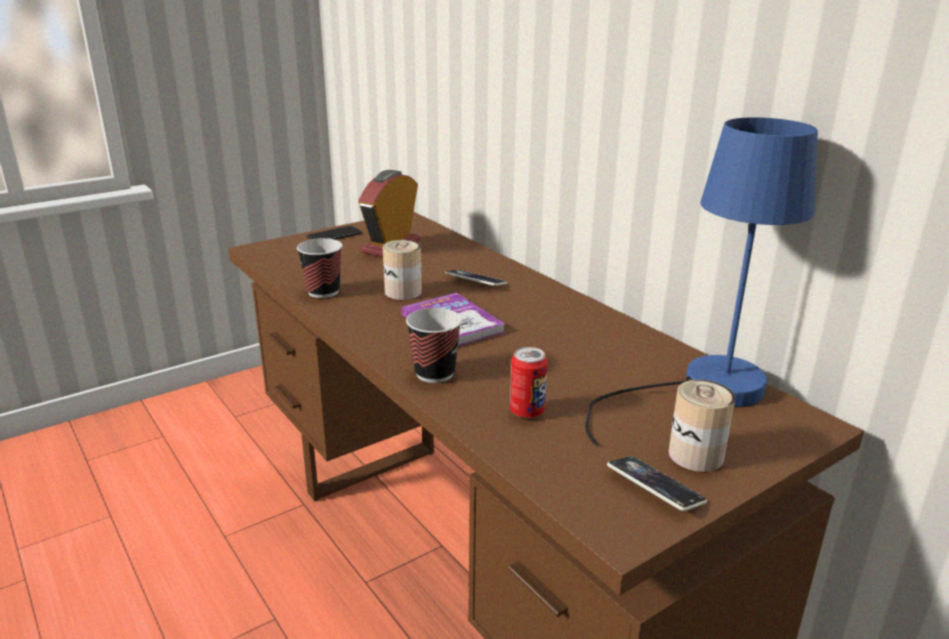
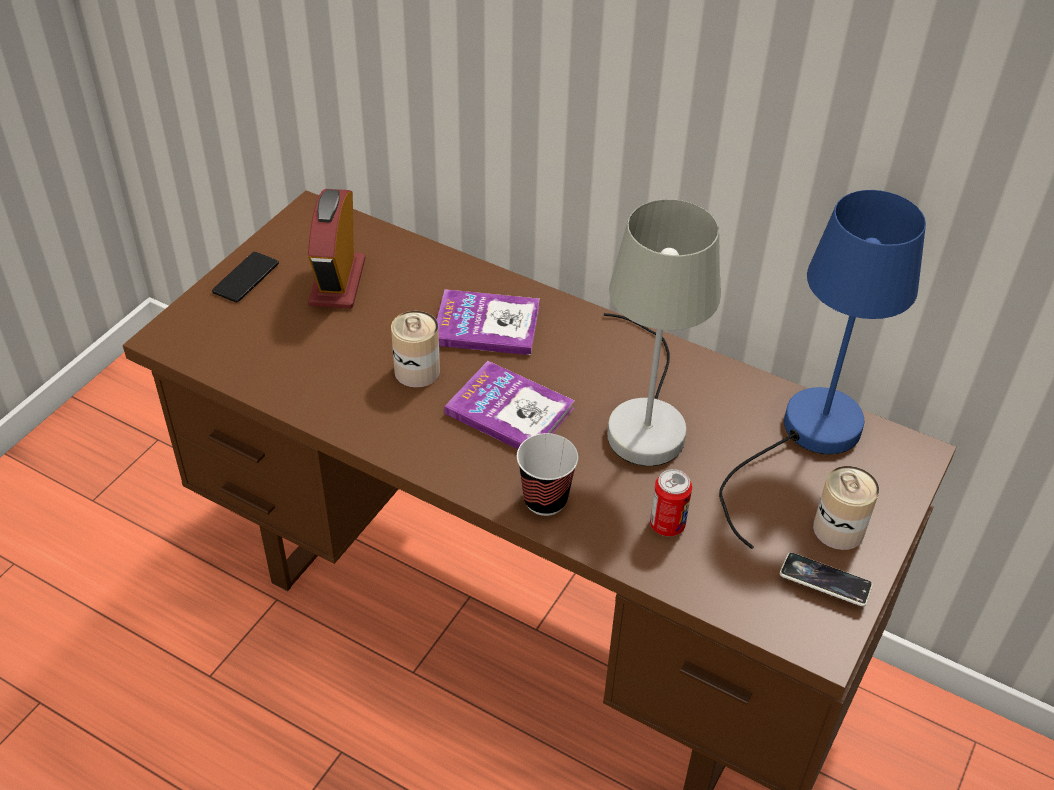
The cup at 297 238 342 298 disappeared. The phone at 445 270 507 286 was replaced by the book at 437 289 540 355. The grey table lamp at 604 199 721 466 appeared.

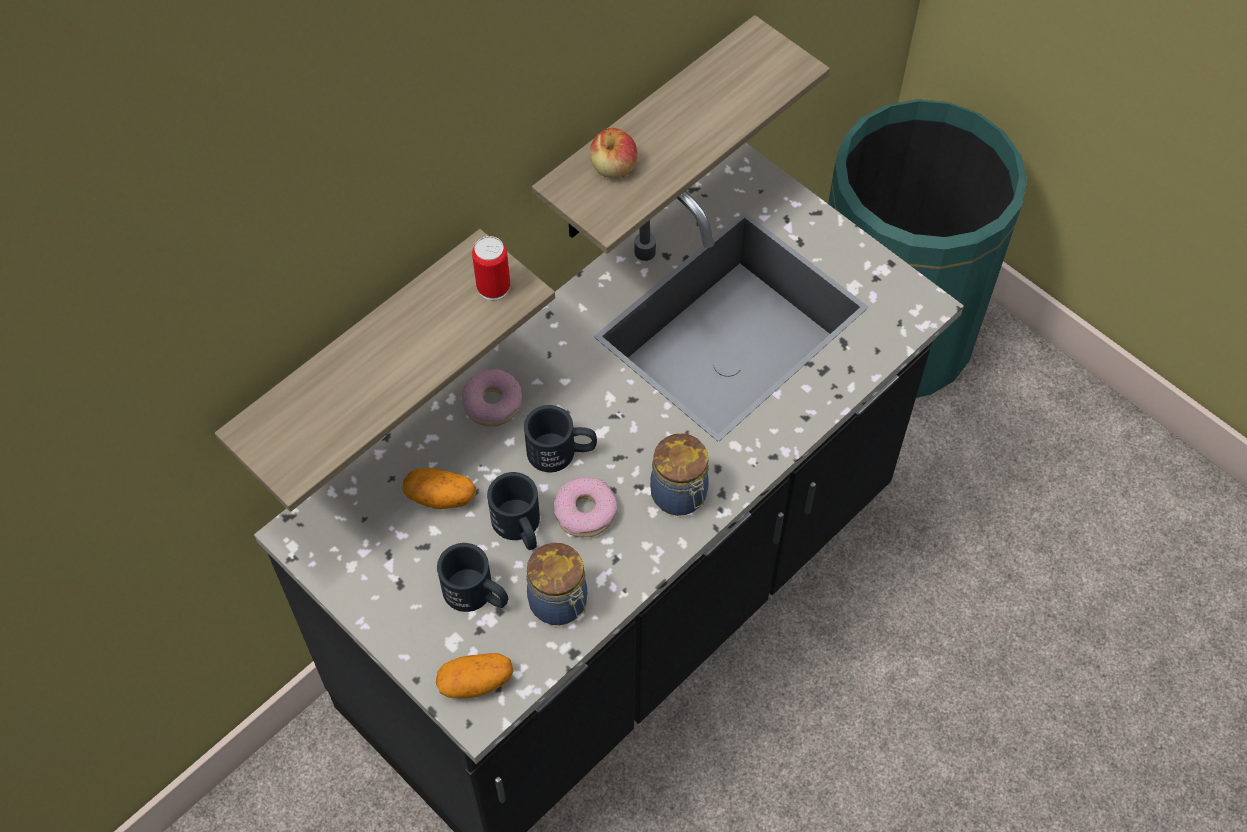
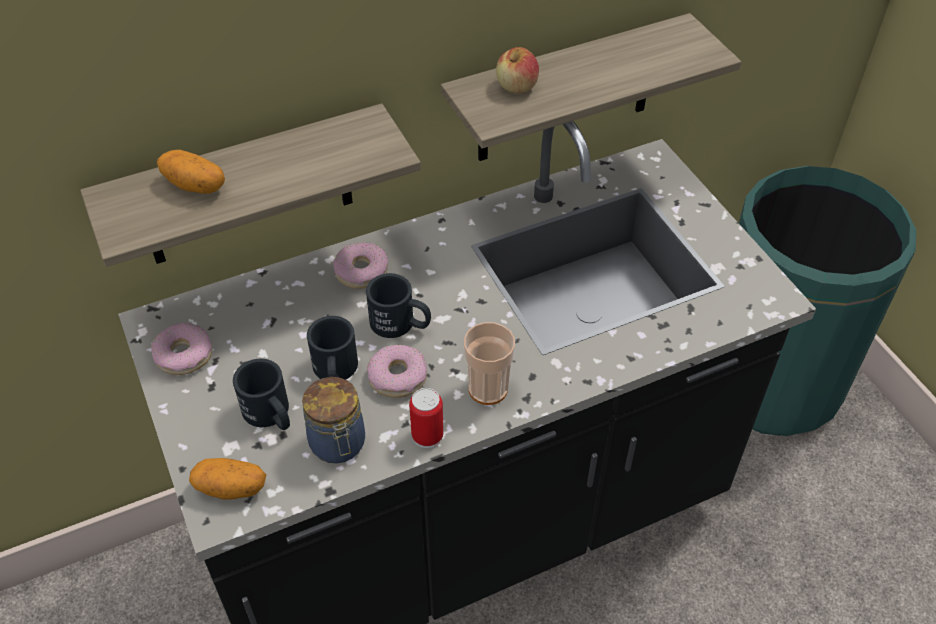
The potato moved from 402 468 476 509 to 157 150 225 194. The can moved from 472 236 510 301 to 409 388 444 448. The jar at 650 434 709 516 was replaced by the cup at 464 322 515 405. The donut at 151 323 212 375 appeared.

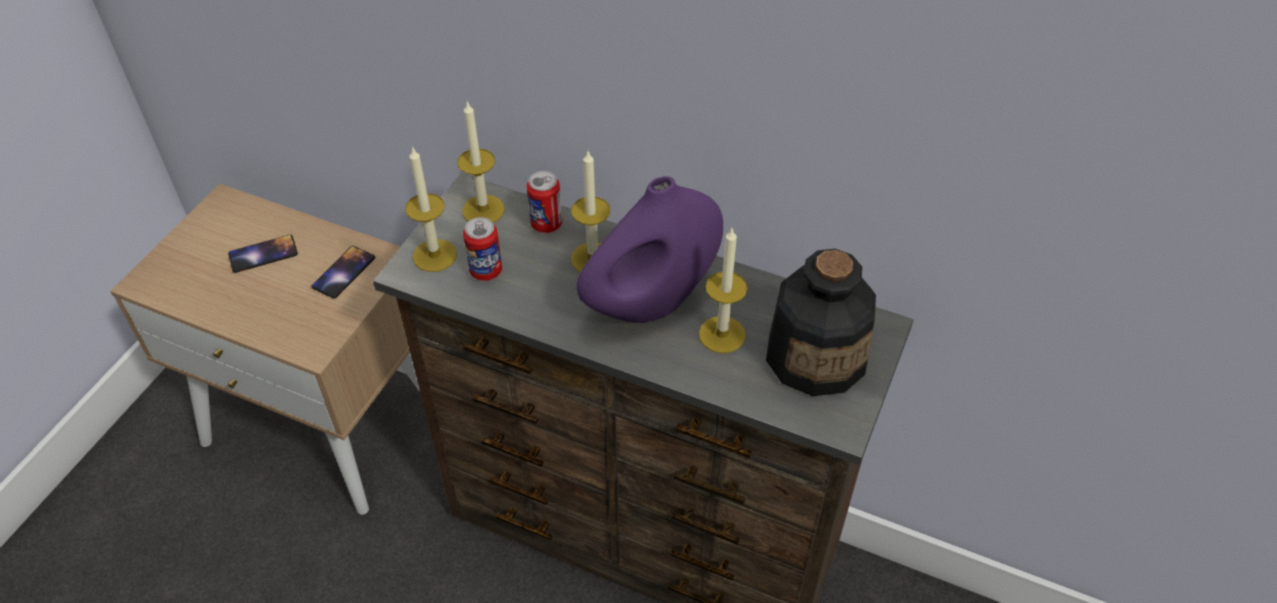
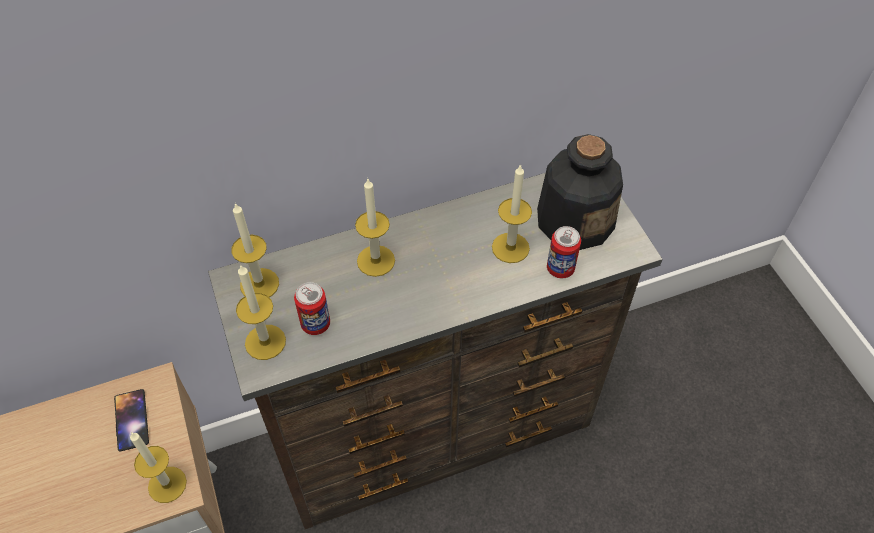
The phone at 228 235 298 273 disappeared. The can moved from 527 171 562 233 to 547 226 581 278. The purple vase at 576 176 723 323 disappeared. The candle at 130 432 187 503 appeared.

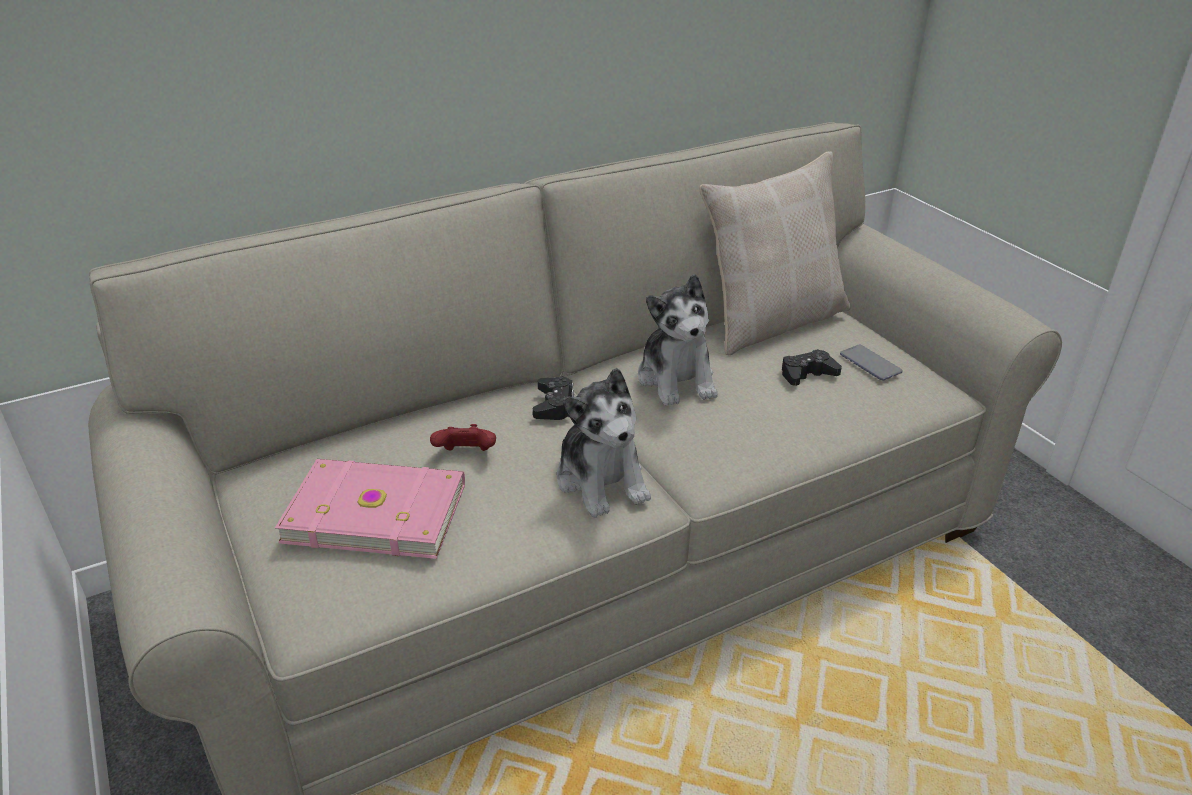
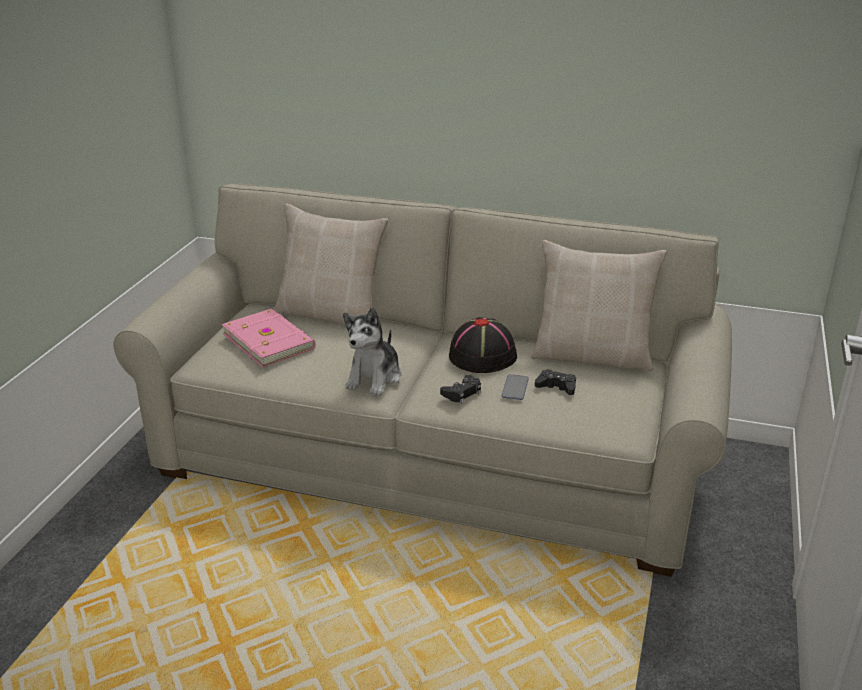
The red game controller at 430 424 496 451 disappeared. The black game controller moved from 533 376 574 420 to 440 375 481 404. The plush toy at 638 274 718 406 was replaced by the black hat at 449 317 517 373. The phone moved from 840 345 902 381 to 502 374 529 400. The beige pillow at 274 204 388 325 appeared.

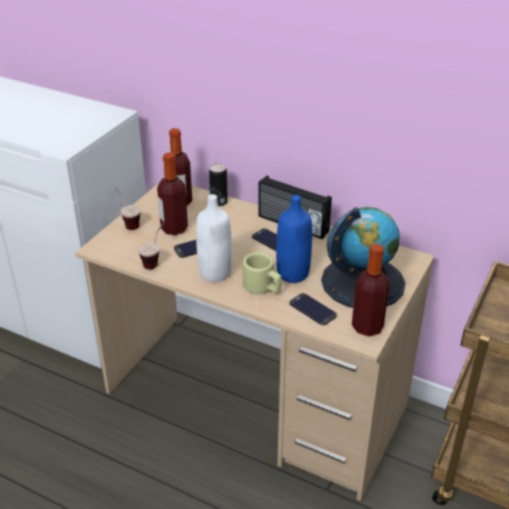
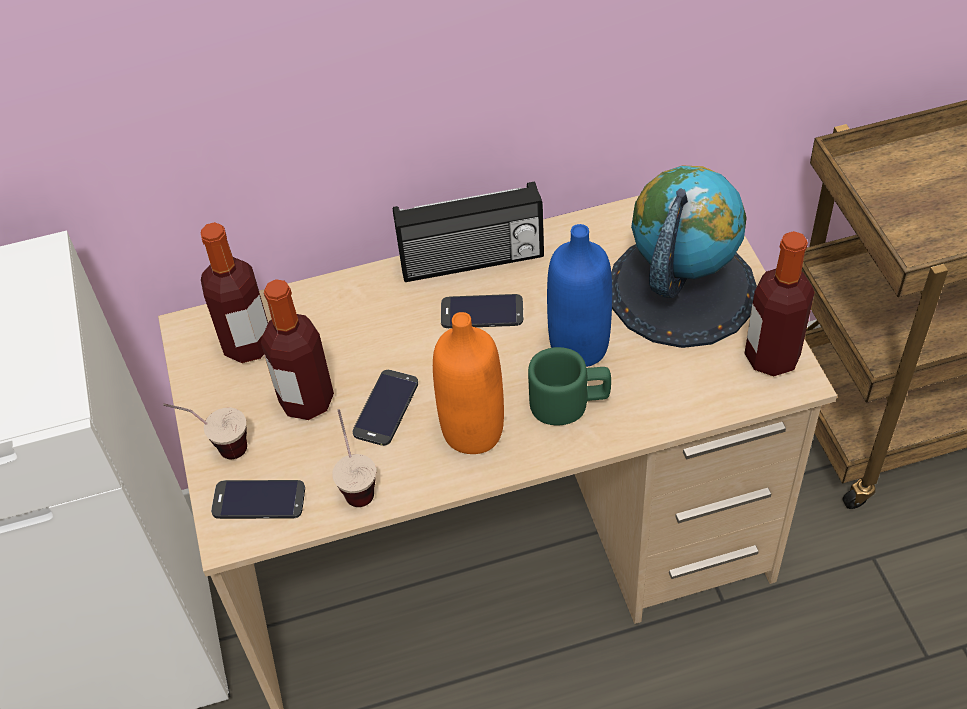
The white bottle at 196 194 232 282 became the orange bottle at 433 312 504 454. The can at 209 163 228 206 disappeared. The beige mug at 243 252 282 295 became the green mug at 528 347 611 425. The phone moved from 289 293 337 325 to 211 480 305 519.

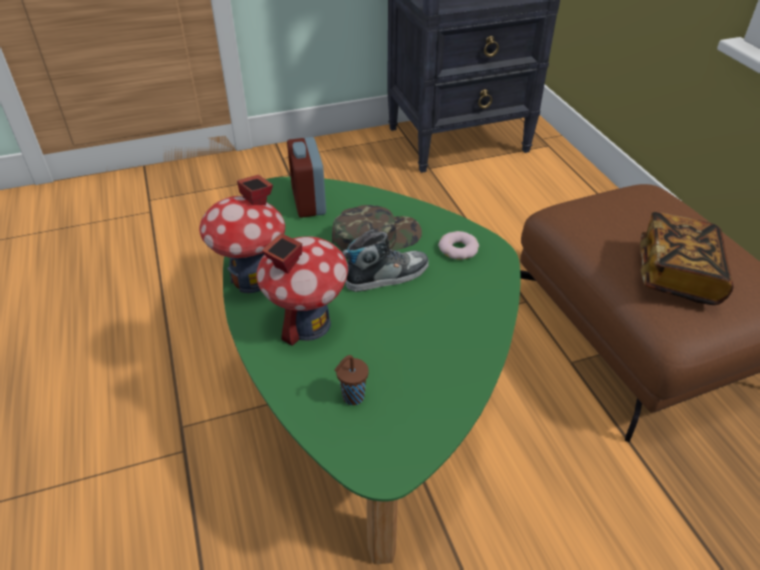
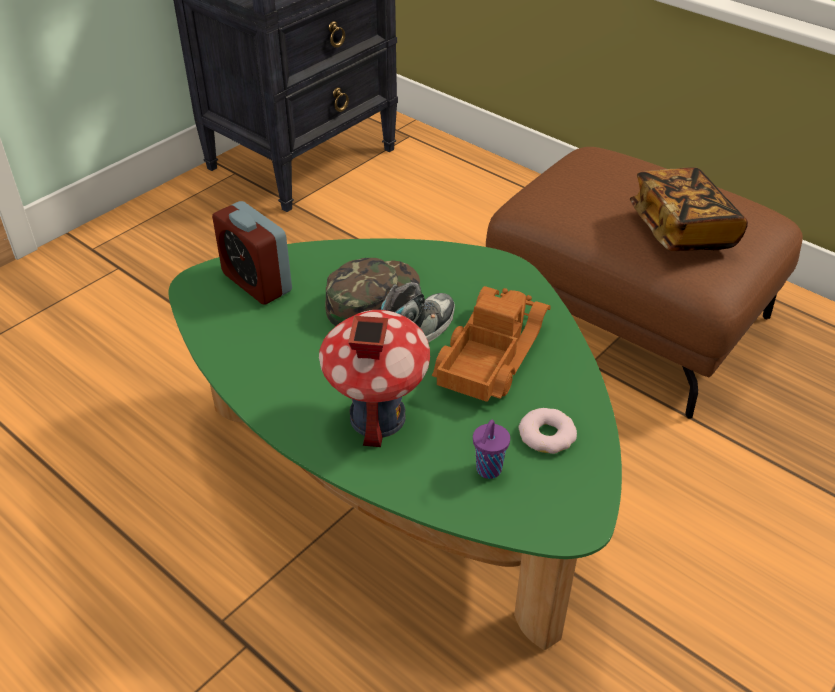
The toy house at 199 174 285 293 disappeared. The brown cup at 334 355 369 405 became the purple cup at 473 420 510 479. The donut moved from 438 231 479 260 to 519 408 577 454. The toy truck at 432 286 551 402 appeared.

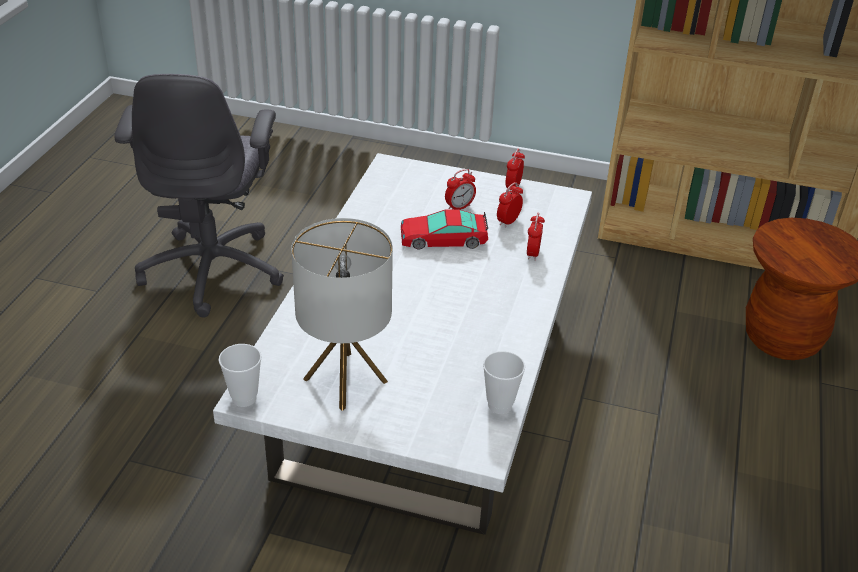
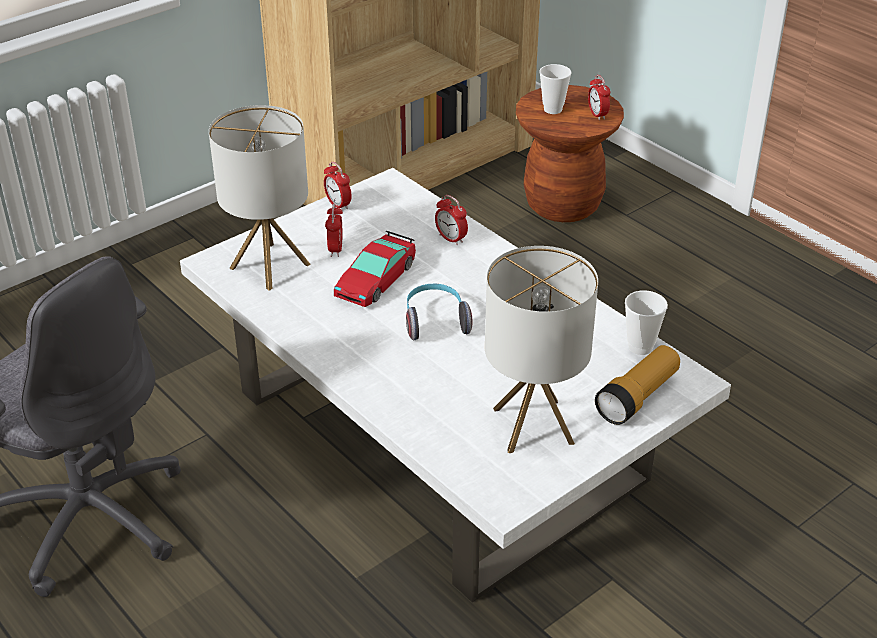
The cup moved from 219 344 262 407 to 539 64 571 114. The alarm clock moved from 497 182 523 228 to 588 75 610 120. The table lamp at 209 105 311 291 appeared. The headphones at 406 284 473 340 appeared. The flashlight at 595 345 680 425 appeared.

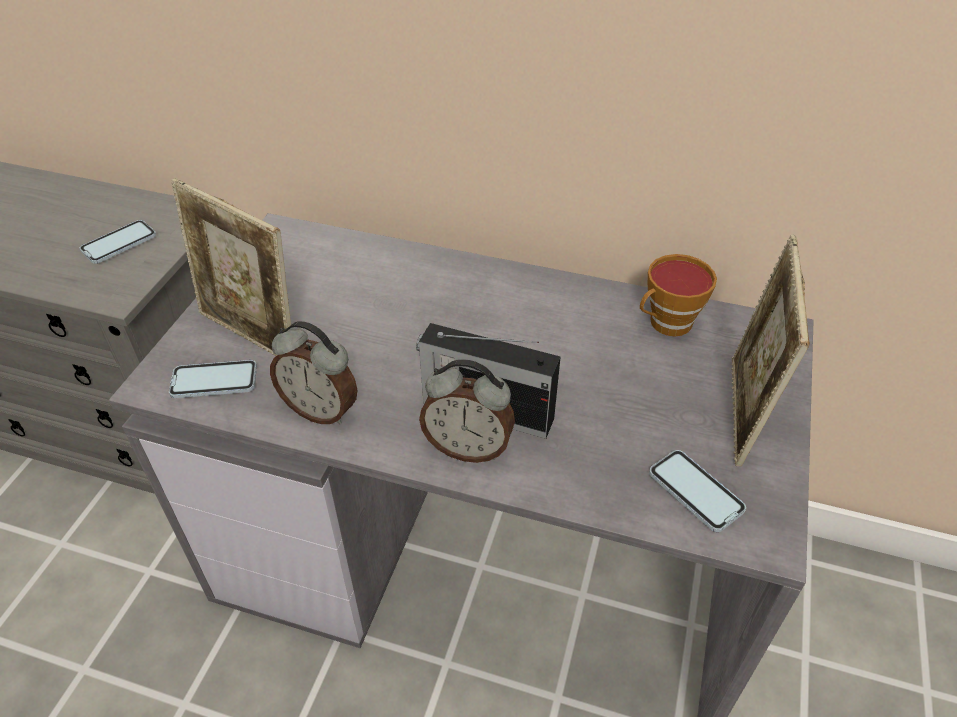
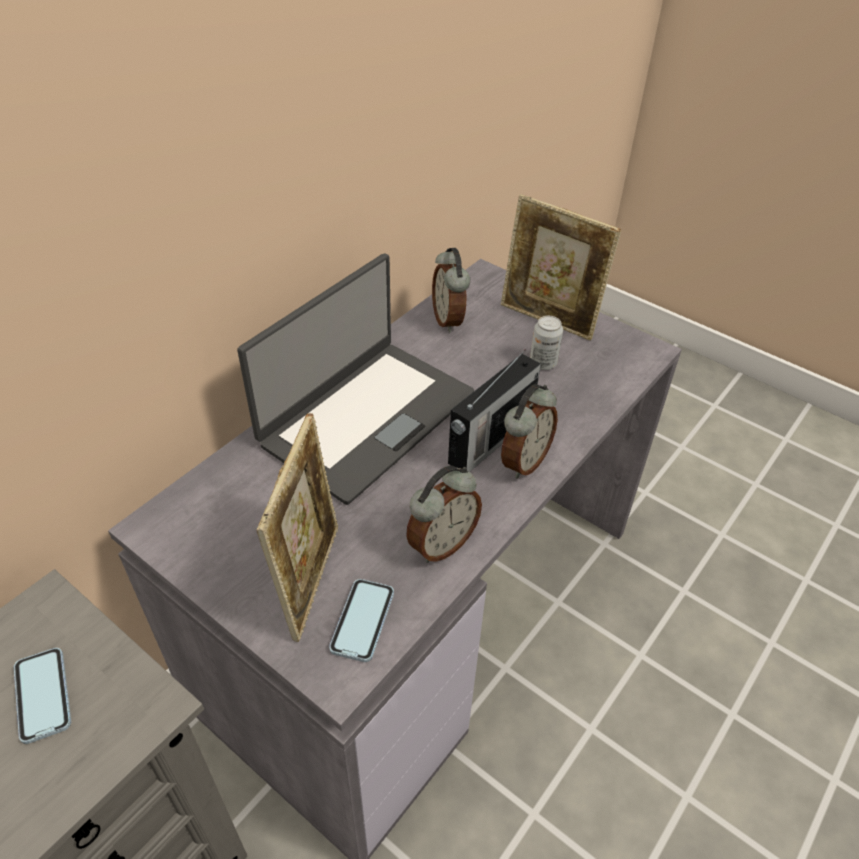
The picture frame at 171 178 291 356 turned 45 degrees counterclockwise. The cup at 640 254 717 336 was replaced by the alarm clock at 432 248 470 333. The phone at 649 450 746 532 disappeared. The laptop at 237 254 474 505 appeared. The can at 530 316 563 370 appeared.

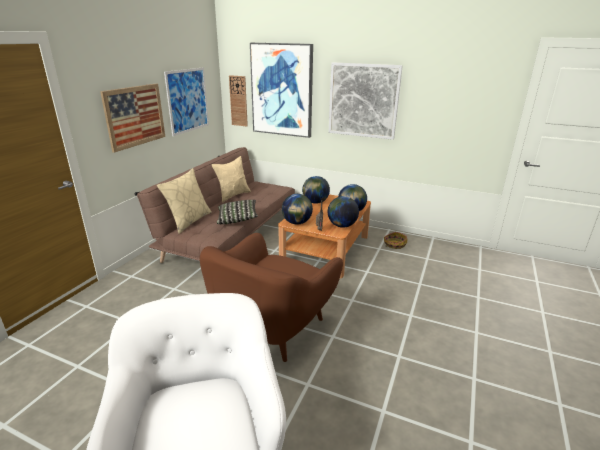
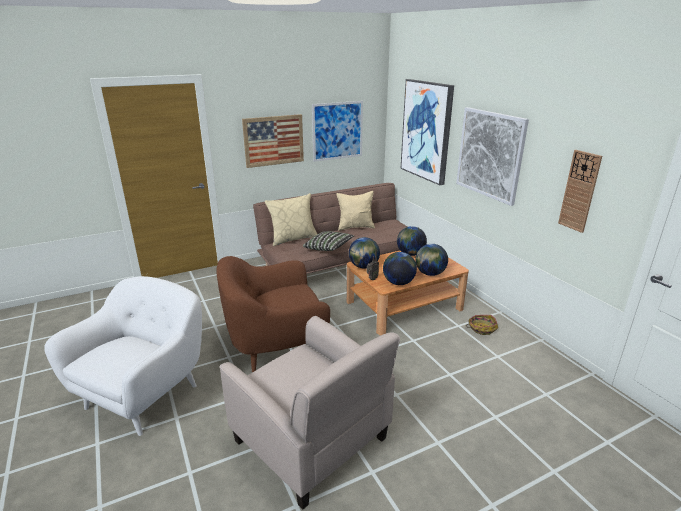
The wall clock moved from 229 75 248 126 to 558 150 602 233. The beige armchair at 219 316 400 509 appeared.

